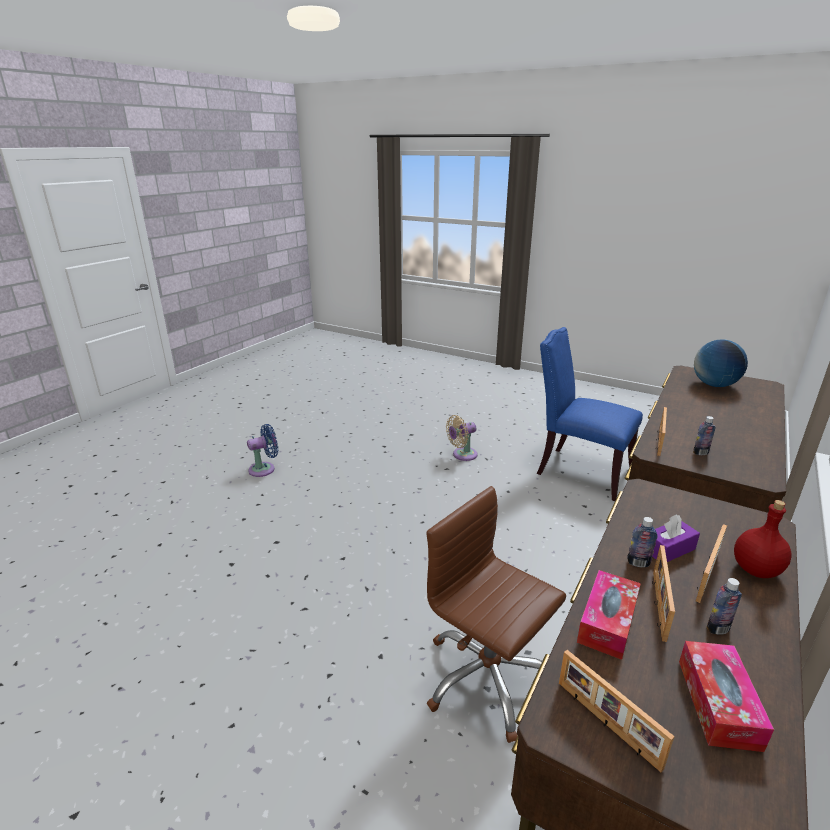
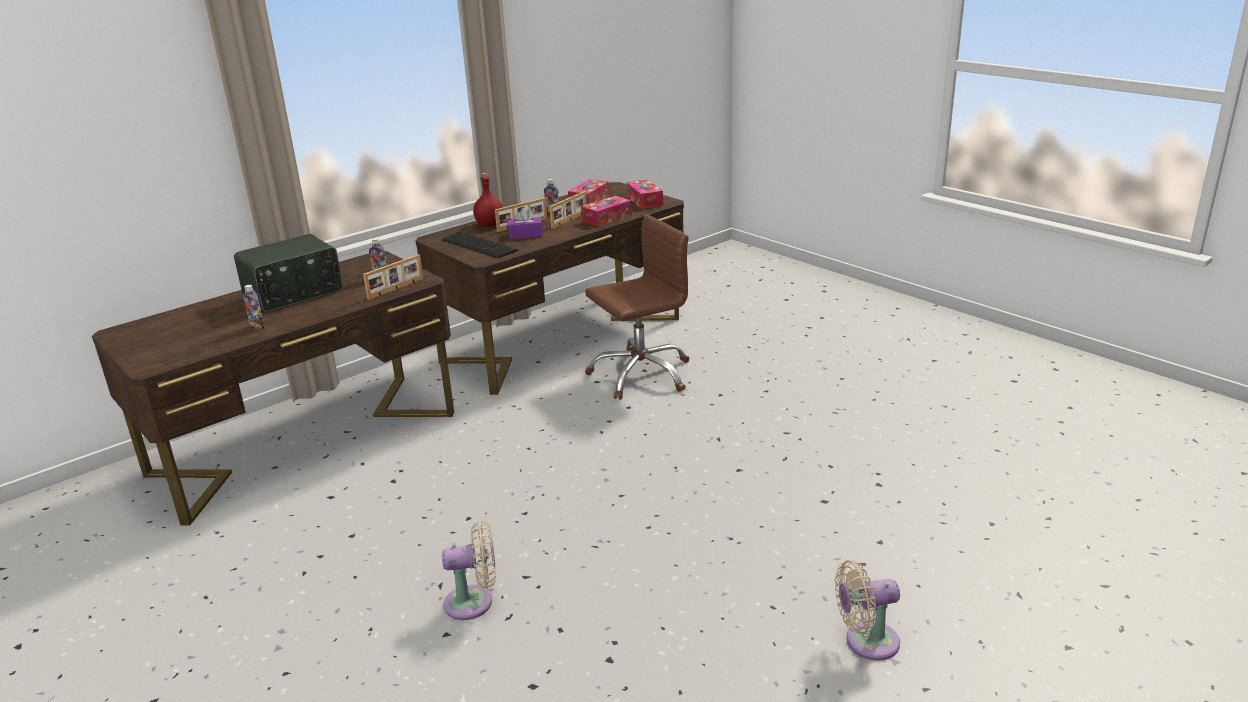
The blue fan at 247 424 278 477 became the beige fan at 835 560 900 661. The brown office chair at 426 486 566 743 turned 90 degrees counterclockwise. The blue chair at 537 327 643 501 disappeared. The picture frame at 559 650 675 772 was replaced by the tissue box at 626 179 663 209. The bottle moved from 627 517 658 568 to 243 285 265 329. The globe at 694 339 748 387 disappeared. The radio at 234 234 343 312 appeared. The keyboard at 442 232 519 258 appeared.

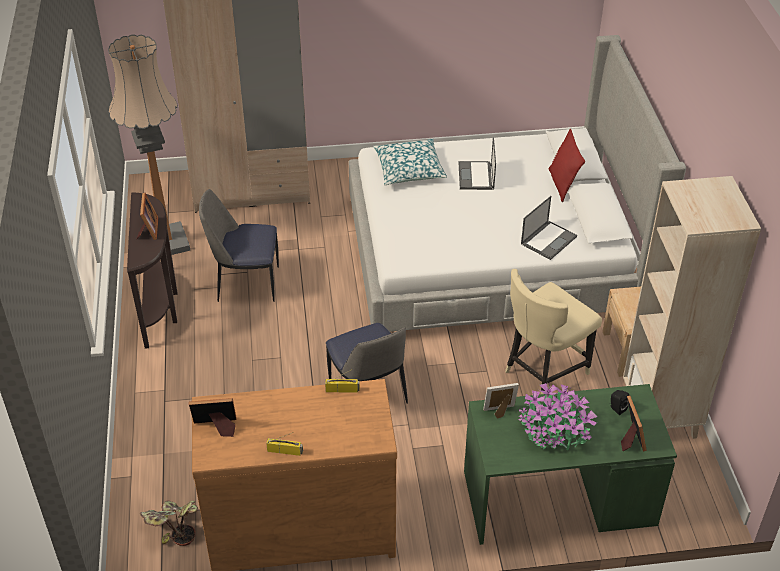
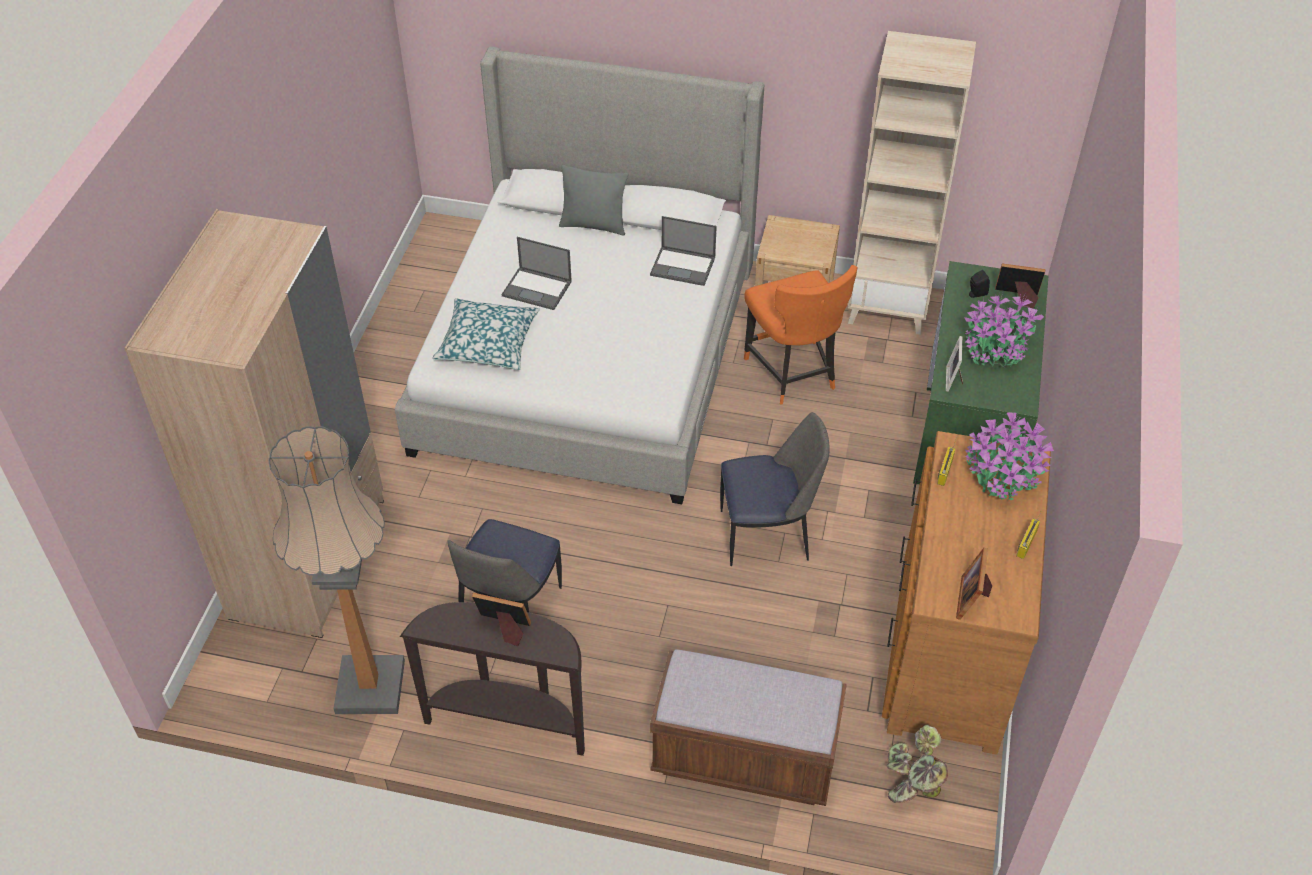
The beige chair at 505 269 602 394 became the orange chair at 744 265 858 404. The laptop at 521 196 577 260 turned 135 degrees clockwise. The red pillow at 549 129 585 202 became the grey pillow at 559 165 628 236. The brown bench at 650 649 847 806 appeared. The potted plant at 965 412 1054 500 appeared.

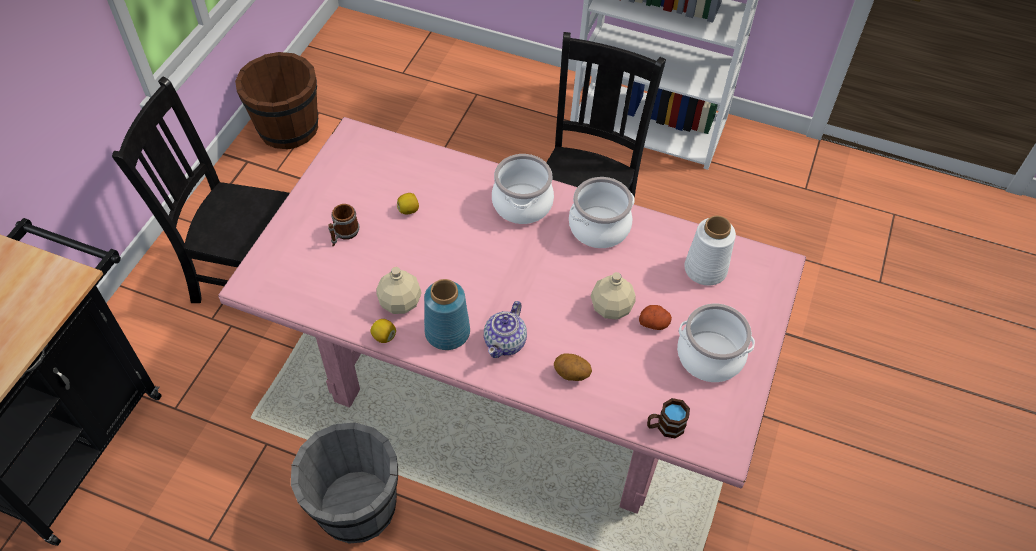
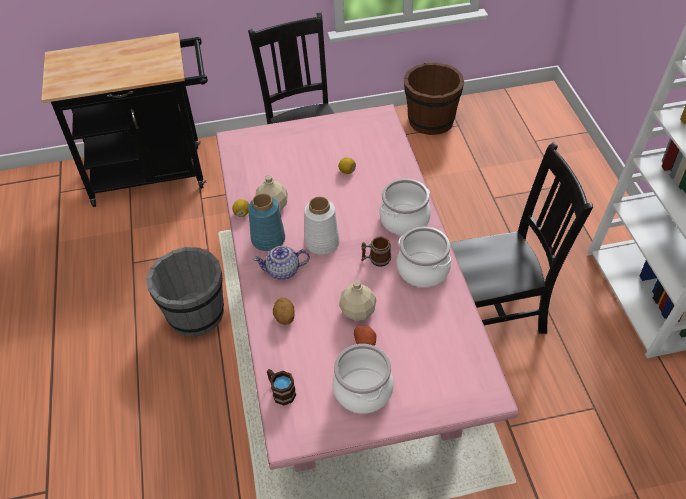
The mug moved from 328 204 359 246 to 361 237 391 267. The white vase moved from 684 216 736 286 to 304 197 340 255.

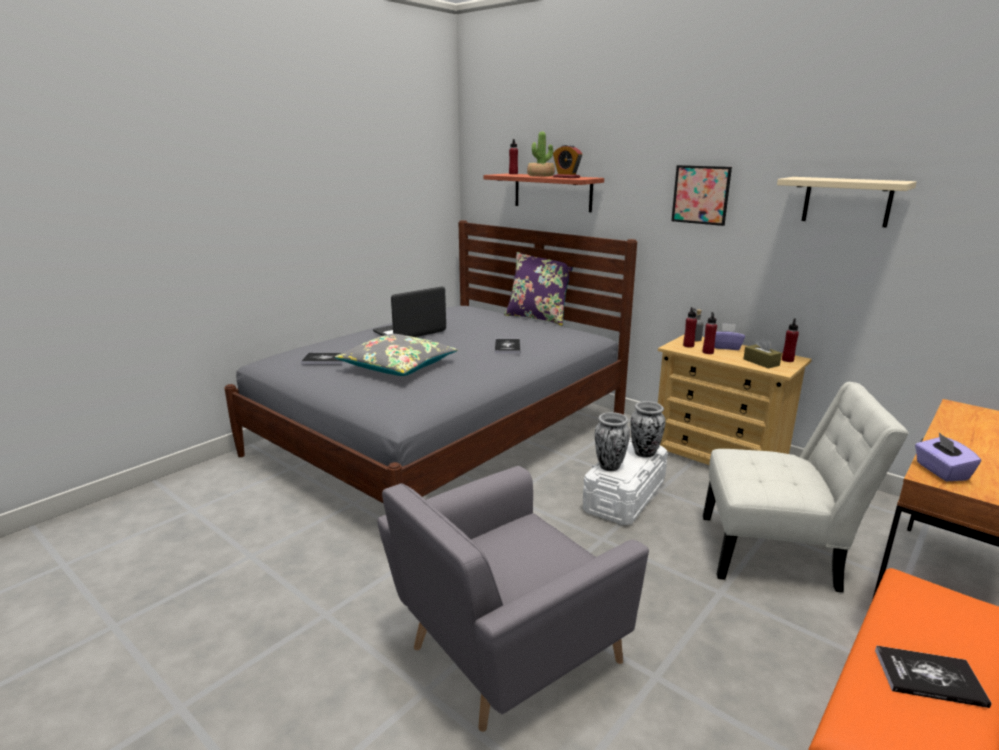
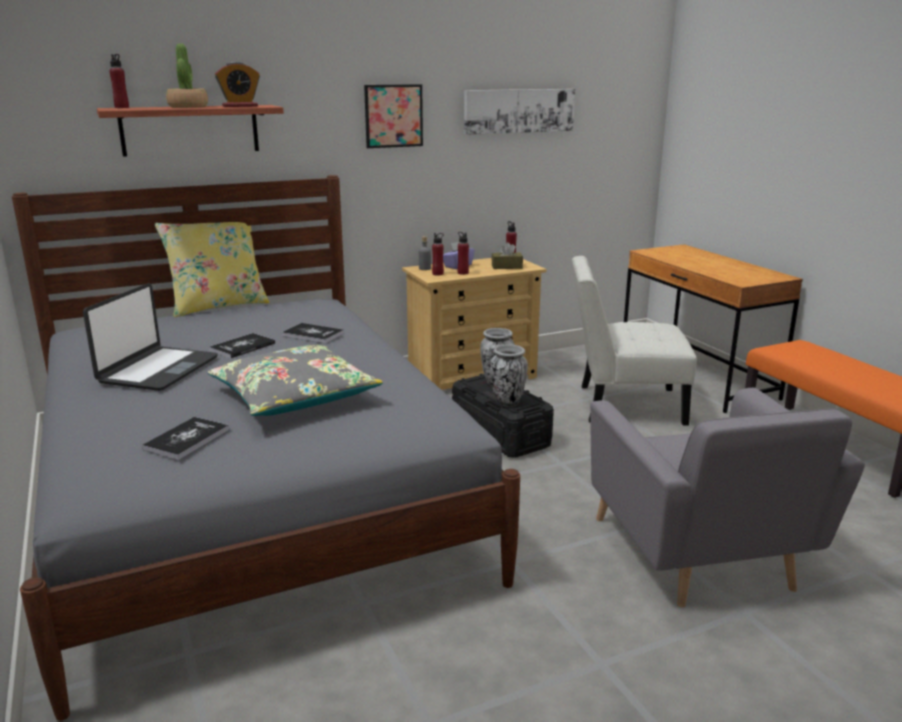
The laptop at 373 286 446 337 turned 150 degrees counterclockwise. The purple pillow at 504 252 573 326 became the yellow pillow at 155 222 269 317. The white storage box at 583 438 668 525 became the black storage box at 452 374 554 458. The white chair at 703 382 909 592 turned 120 degrees counterclockwise. The beige shelf at 777 177 917 227 was replaced by the picture at 464 89 575 135. The book moved from 875 645 991 708 to 209 333 275 358. The purple tissue box at 915 433 981 481 disappeared.

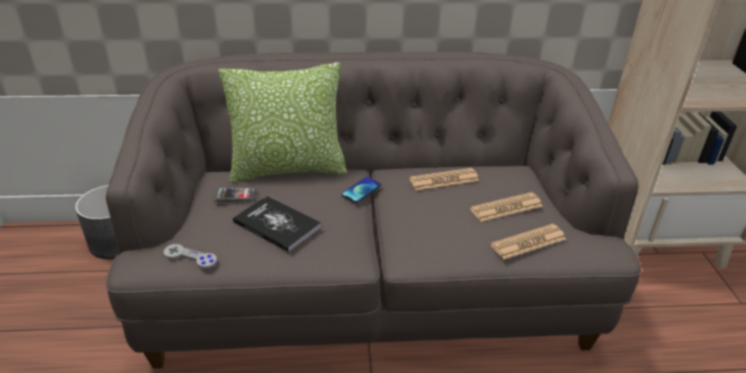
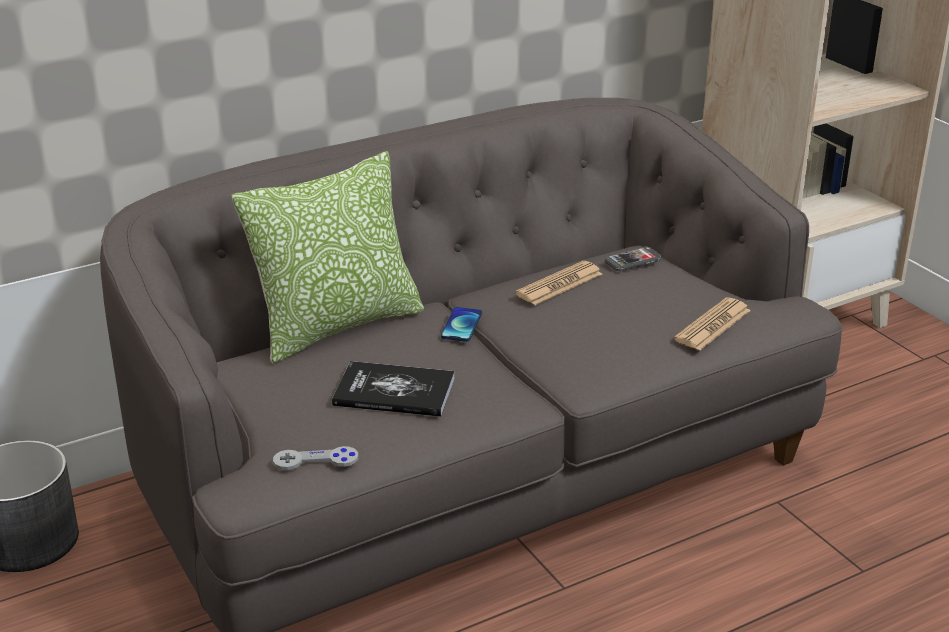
The phone moved from 212 187 257 202 to 605 246 661 271. The newspaper at 470 192 542 222 disappeared.

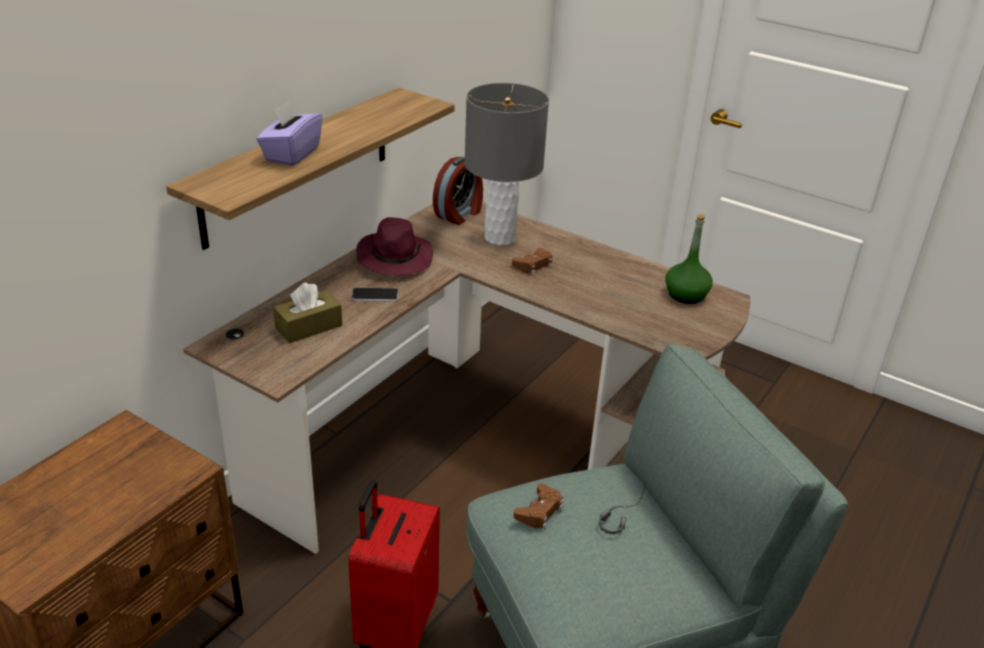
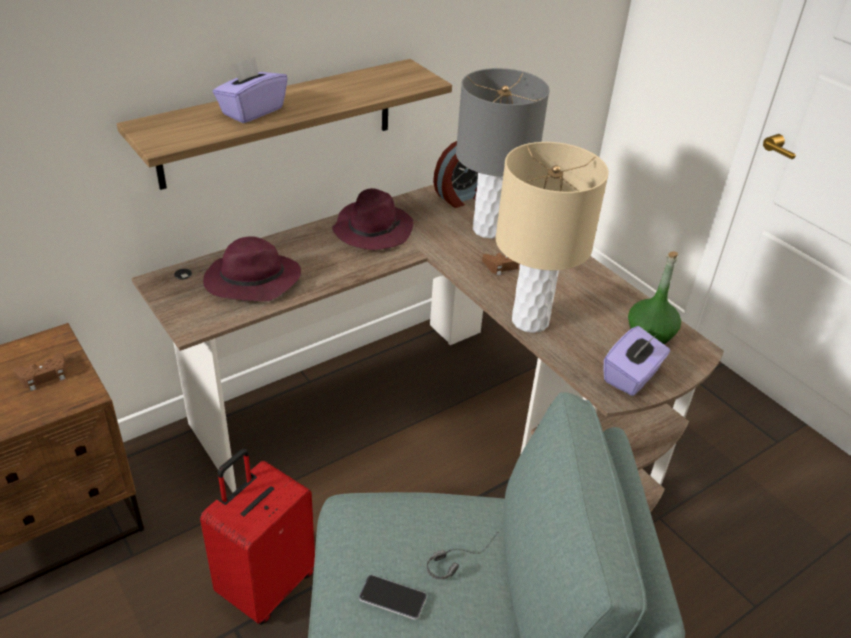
The brown tissue box at 273 282 342 343 was replaced by the purple hat at 203 236 301 302. The phone moved from 351 287 399 302 to 359 575 427 620. The brown game controller moved from 514 483 563 529 to 13 352 67 391. The beige table lamp at 496 142 609 333 appeared. The purple tissue box at 603 326 670 396 appeared.

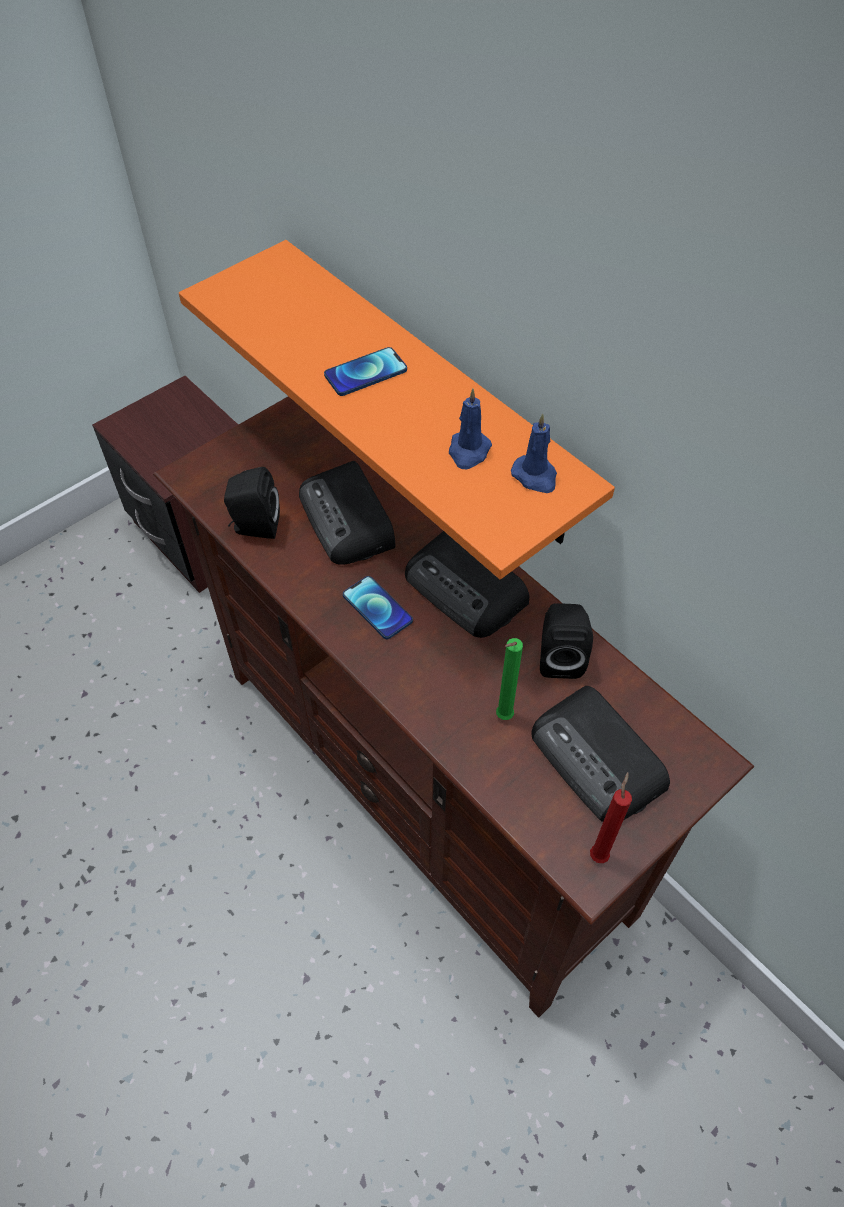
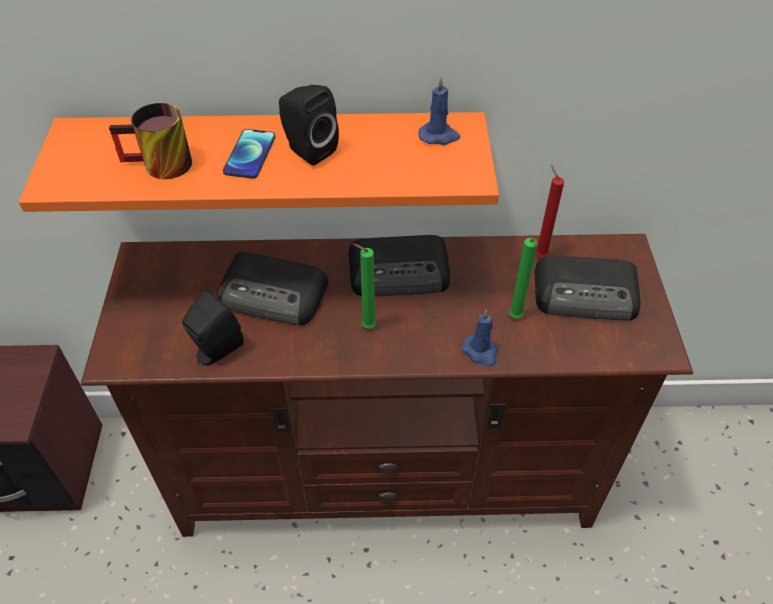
The phone at 343 576 413 639 was replaced by the green candle at 353 244 376 329. The blue candle moved from 449 389 492 469 to 462 309 498 367. The black speaker moved from 540 603 593 679 to 279 85 339 166. The red candle moved from 590 772 632 863 to 535 165 564 257. The mug at 109 103 192 179 appeared.

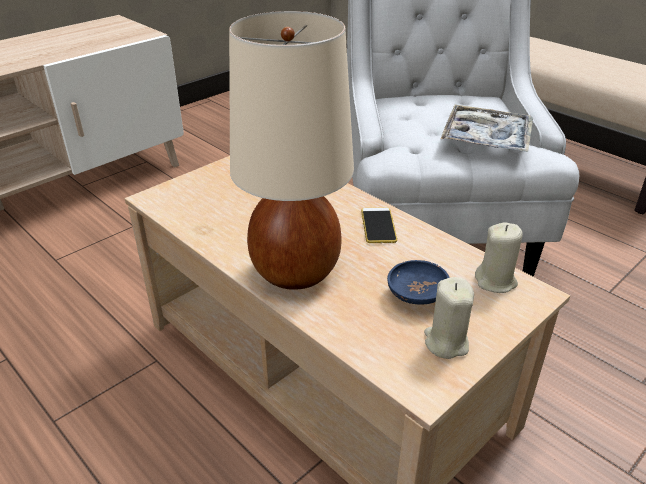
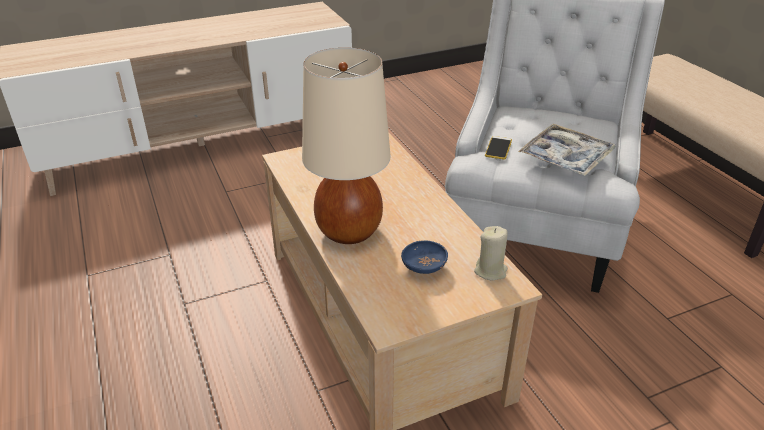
The phone moved from 361 207 397 243 to 485 136 512 160. The beige candle at 424 277 474 359 disappeared.

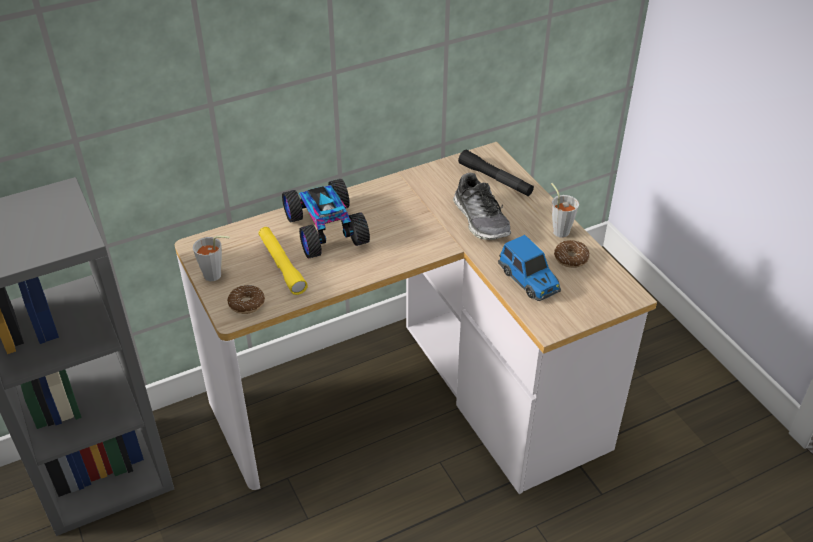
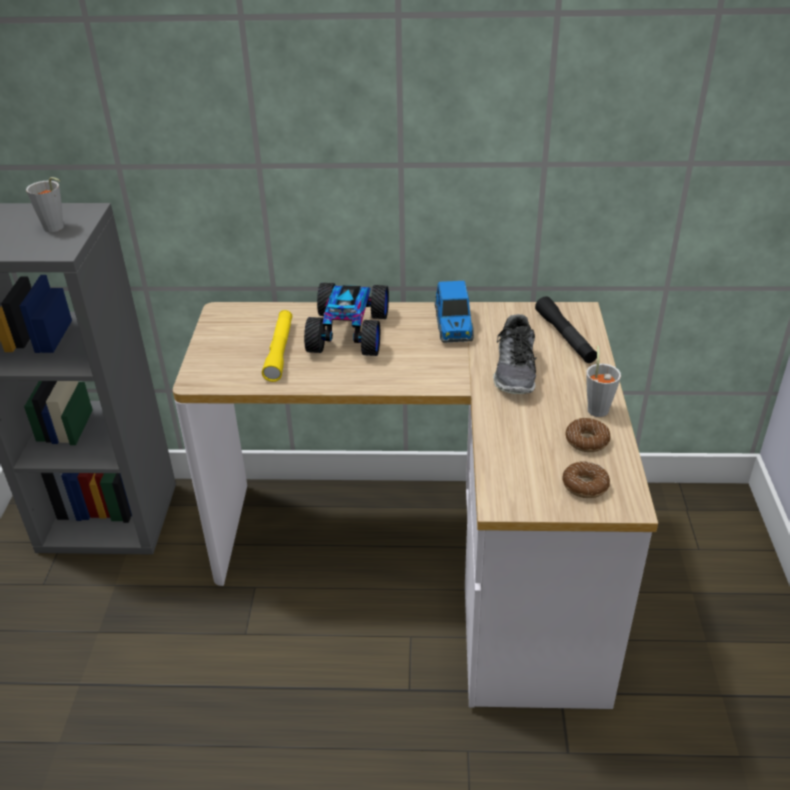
The grey cup moved from 193 236 230 281 to 26 177 64 232. The donut moved from 227 285 265 314 to 562 461 610 498. The toy car moved from 498 235 561 301 to 435 281 474 343.

